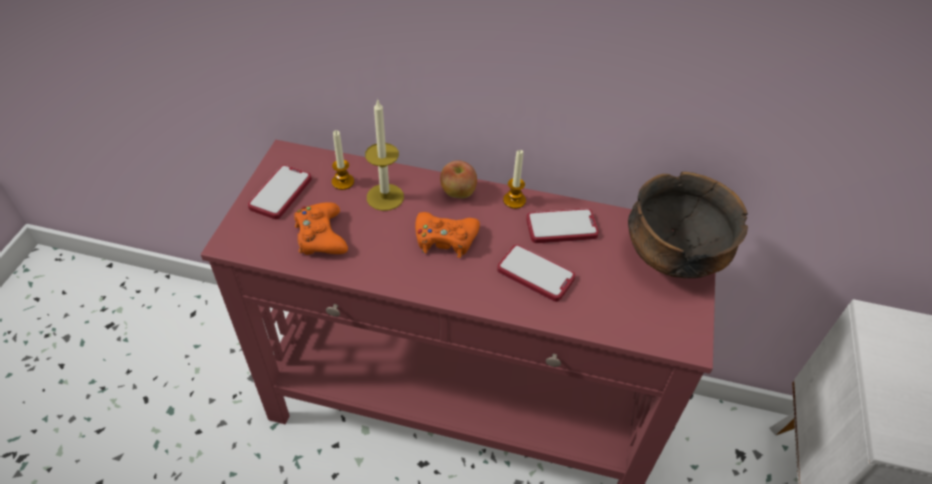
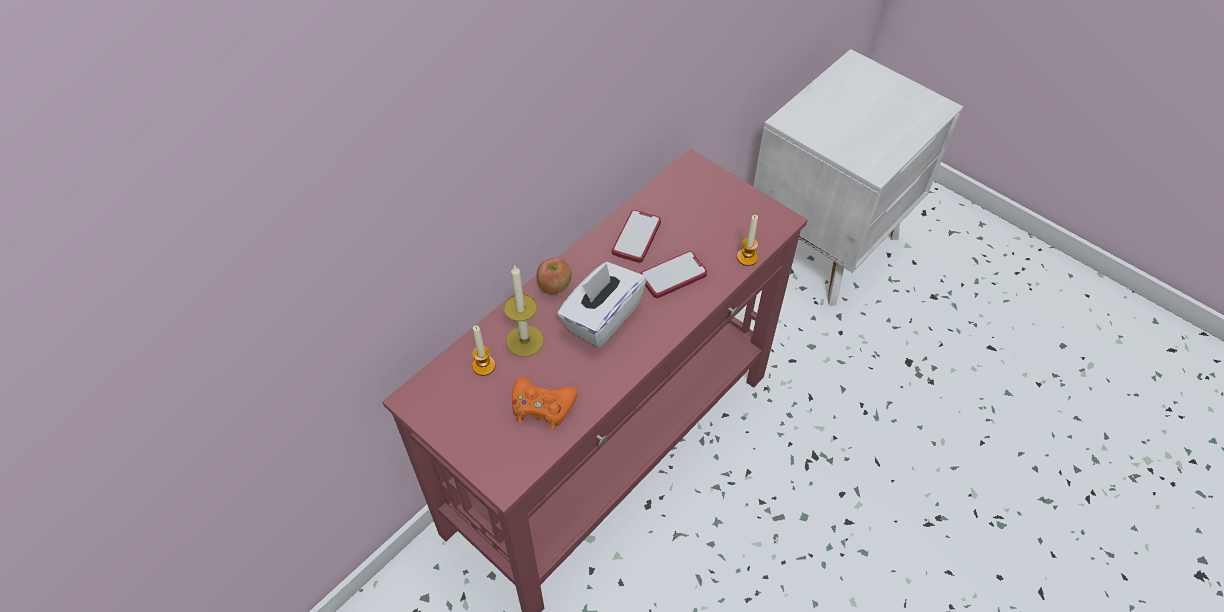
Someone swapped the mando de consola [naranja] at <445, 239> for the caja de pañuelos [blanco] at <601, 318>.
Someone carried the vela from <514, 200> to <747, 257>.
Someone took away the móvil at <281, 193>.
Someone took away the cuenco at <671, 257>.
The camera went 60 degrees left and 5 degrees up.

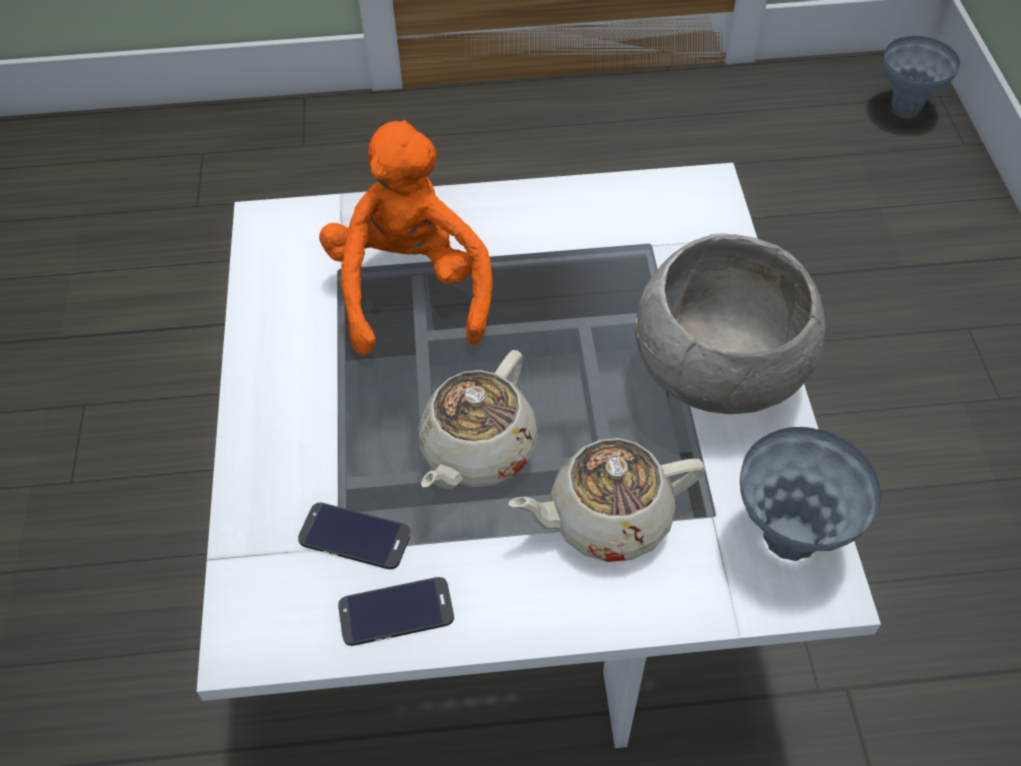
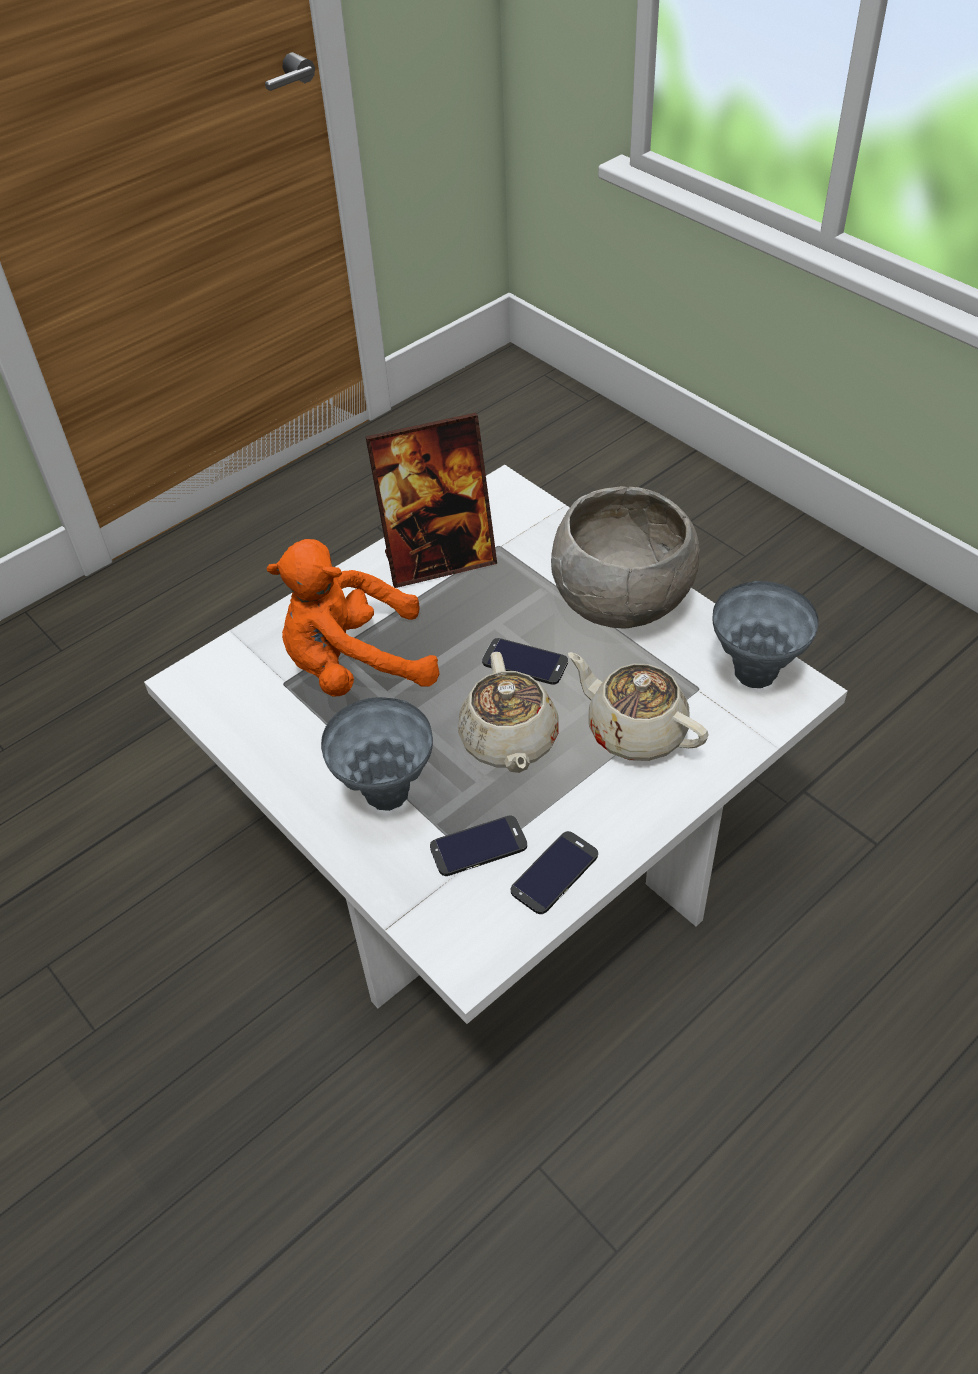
Someone rotated the peluche [naranja] at <410, 289> by 60 degrees counterclockwise.
Someone carried the florero [gris] from <905, 108> to <386, 795>.
Someone put down the portarretratos at <439, 560>.
Someone put down the móvil at <525, 662>.
Someone rotated the tetera [beis] at <607, 517> by 90 degrees clockwise.
The camera went 35 degrees left and 5 degrees down.

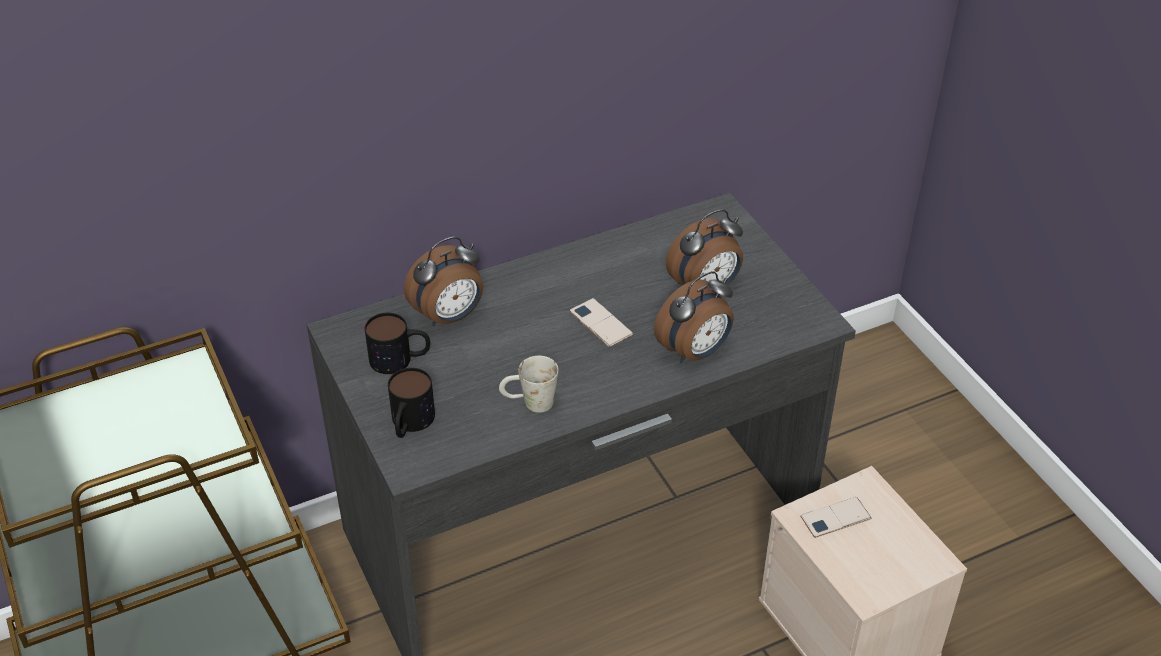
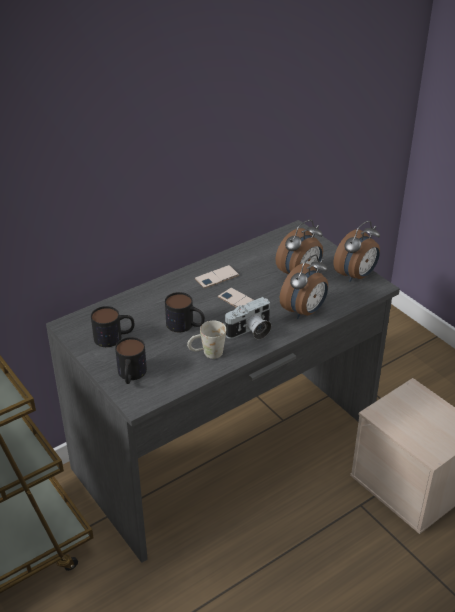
Someone put down the taza grande at <185, 325>.
Someone carried the móvil from <835, 518> to <217, 277>.
Someone put down the cámara at <250, 332>.
Someone carried the despertador from <449, 316> to <356, 276>.
The camera went 10 degrees left and 5 degrees down.

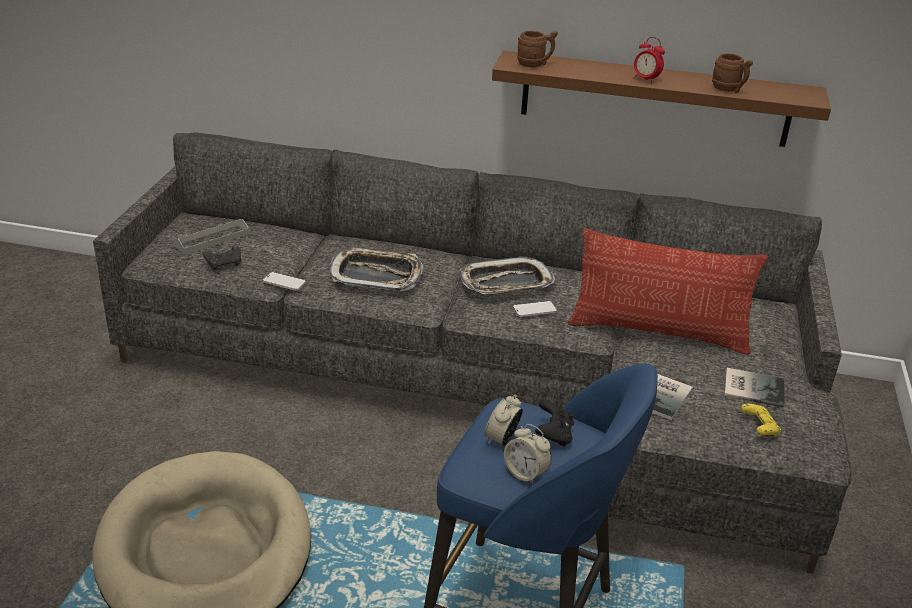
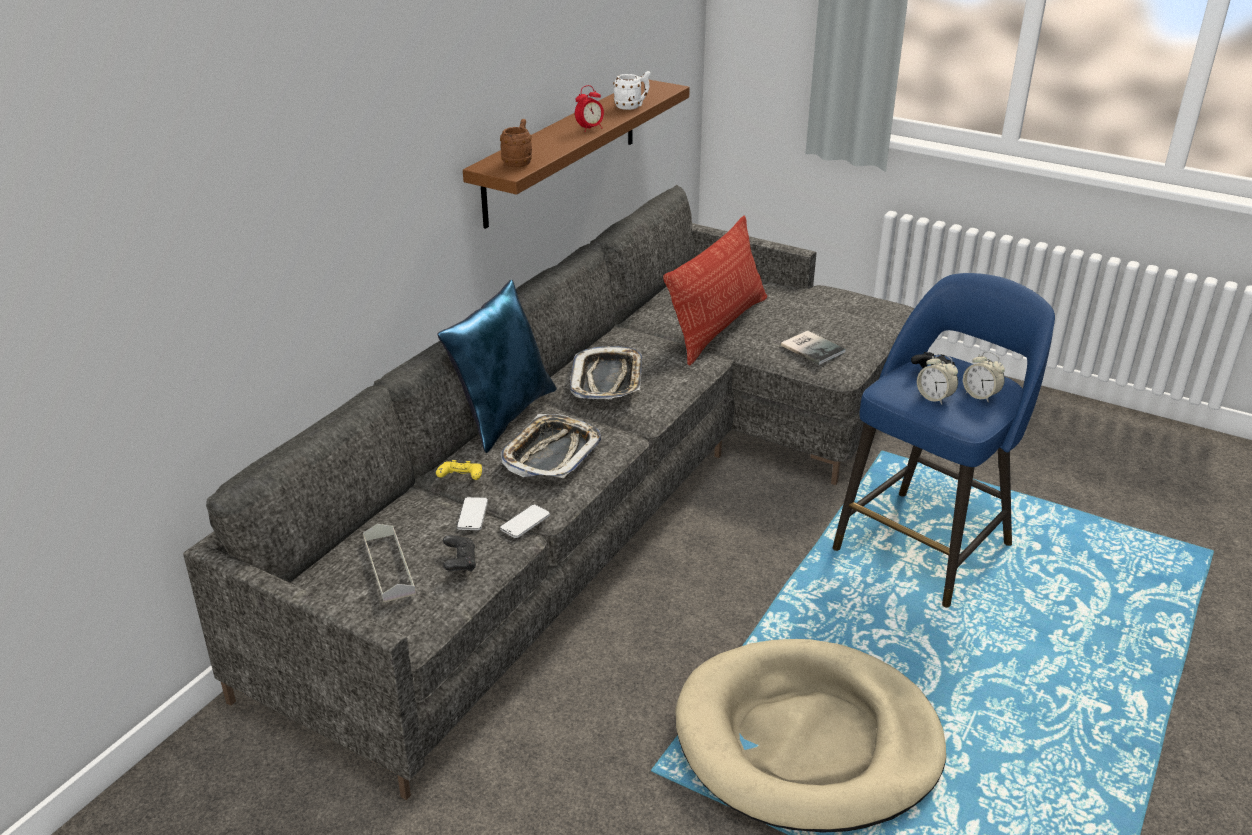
Someone carried the mando de consola [amarillo] from <759, 428> to <461, 479>.
Someone put down the cojín [azul] at <503, 415>.
Someone carried the móvil from <534, 310> to <472, 515>.
Someone repainted the taza grande [marrón] at <729, 90>, which became the taza grande [blanco] at <632, 106>.
Someone rotated the despertador at <525, 473> by 75 degrees clockwise.
Someone took away the libro at <752, 387>.
The camera went 70 degrees left and 0 degrees up.

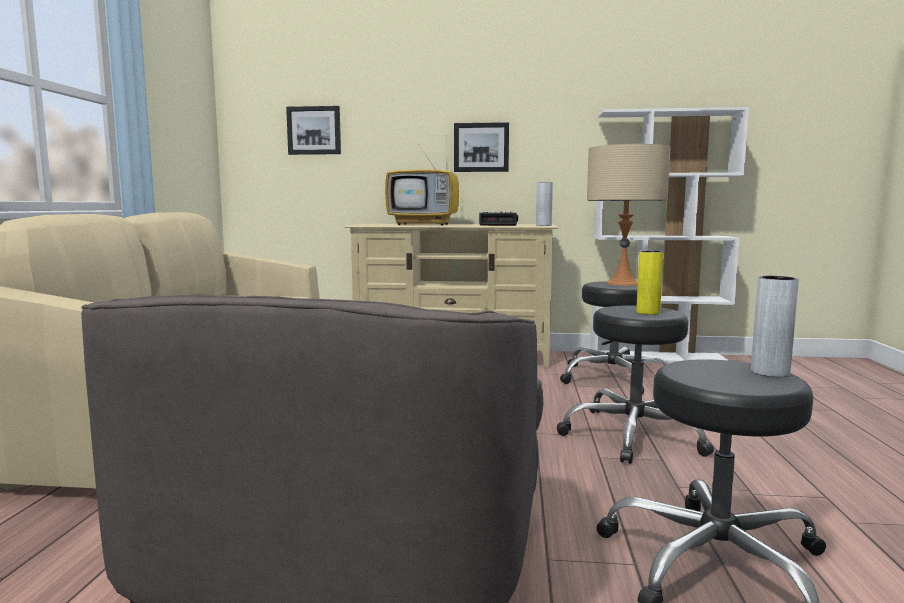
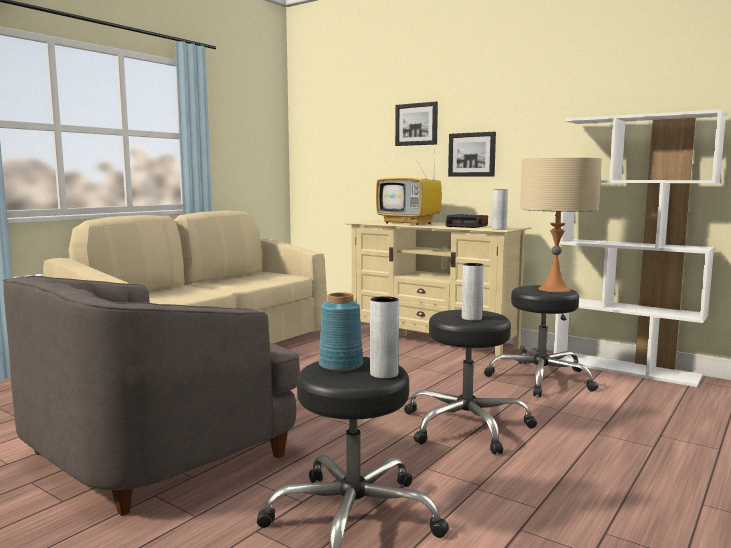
Someone put down the florero [azul] at <341, 365>.
Someone carried the cuadro from <314, 130> to <416, 124>.
Someone repainted the florero [amarillo] at <648, 312>, which became the florero [gris] at <471, 318>.
The camera went 30 degrees right and 0 degrees up.

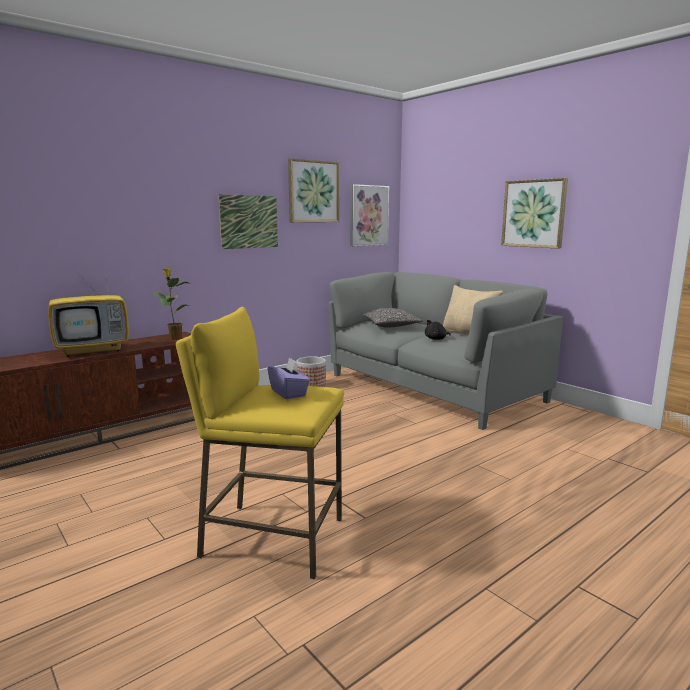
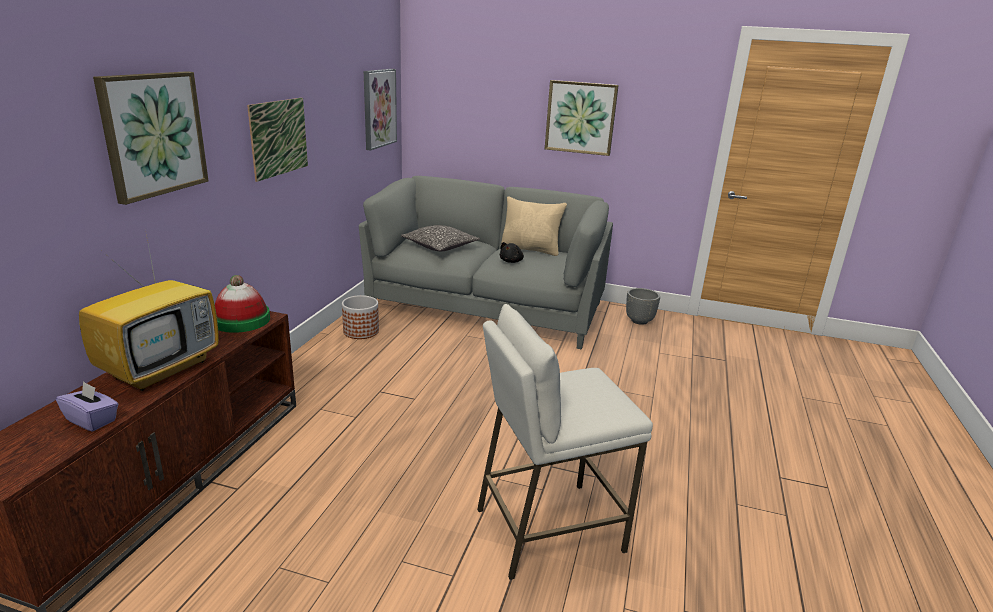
Someone carried the caja de pañuelos [morado] from <289, 393> to <92, 420>.
Someone carried the cuadro from <313, 191> to <153, 134>.
Someone swapped the planta en maceta at <175, 338> for the sombrero at <241, 320>.
Someone repainted the taburete [amarillo] at <272, 538>, which became the taburete [blanco] at <548, 529>.
Someone put down the maceta [gris] at <639, 321>.
The camera went 35 degrees left and 10 degrees up.

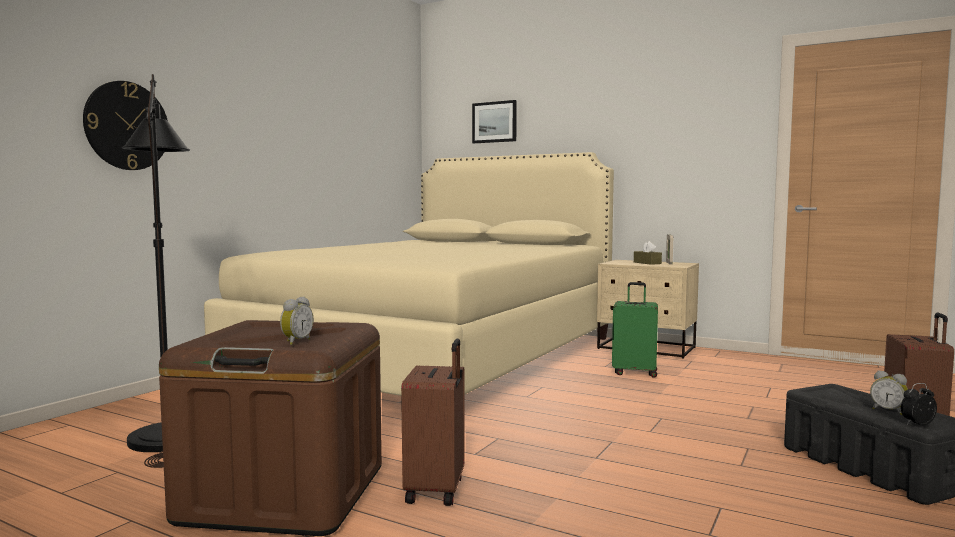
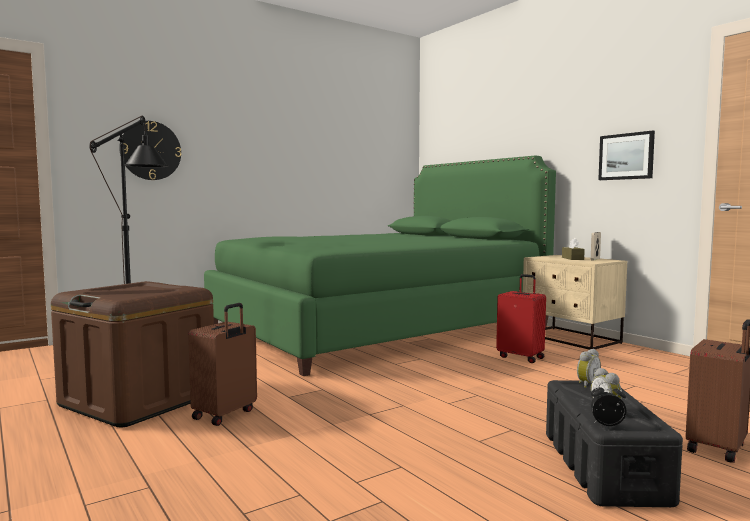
Someone repainted the cama [beis] at <436, 356>, which became the cama [verde] at <378, 327>.
Someone repainted the maleta [verde] at <635, 372>, which became the maleta [rojo] at <521, 357>.
Someone carried the despertador from <295, 342> to <586, 384>.
Someone carried the cuadro from <494, 122> to <626, 156>.
The camera went 25 degrees right and 0 degrees up.

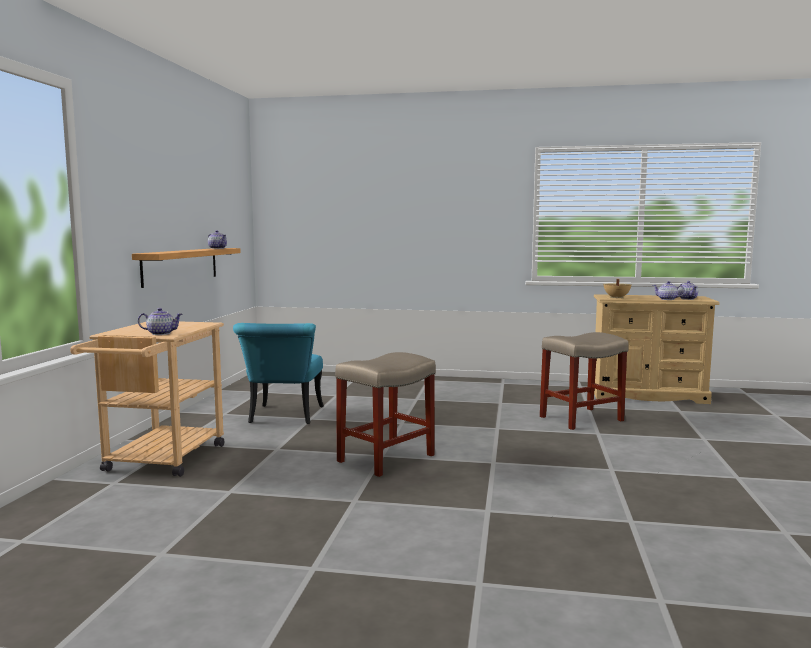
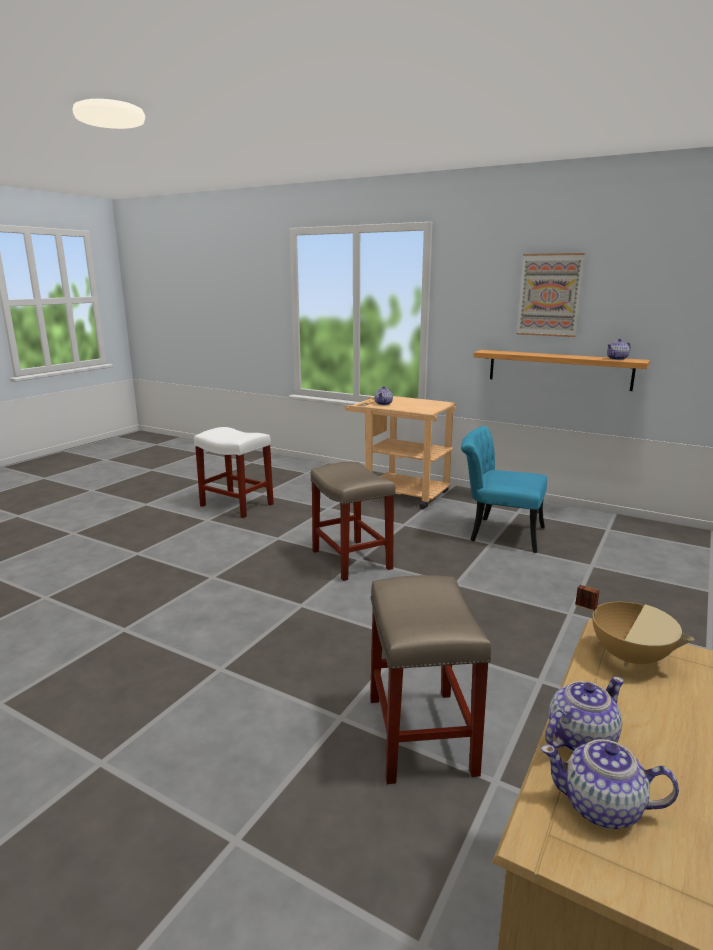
Someone put down the taburete [blanco] at <236, 505>.
Someone put up the cuadro at <549, 295>.
The camera went 110 degrees right and 10 degrees up.

